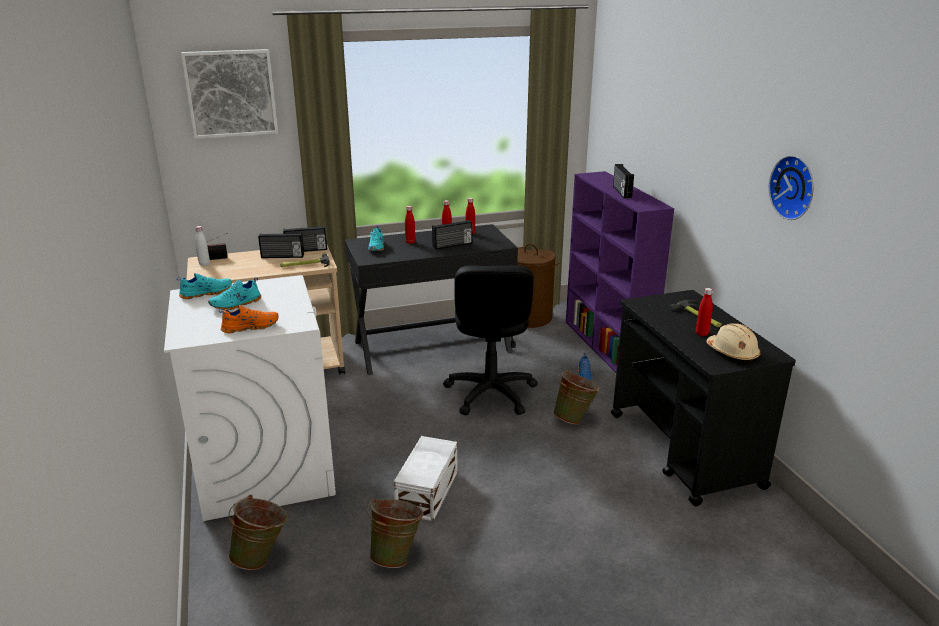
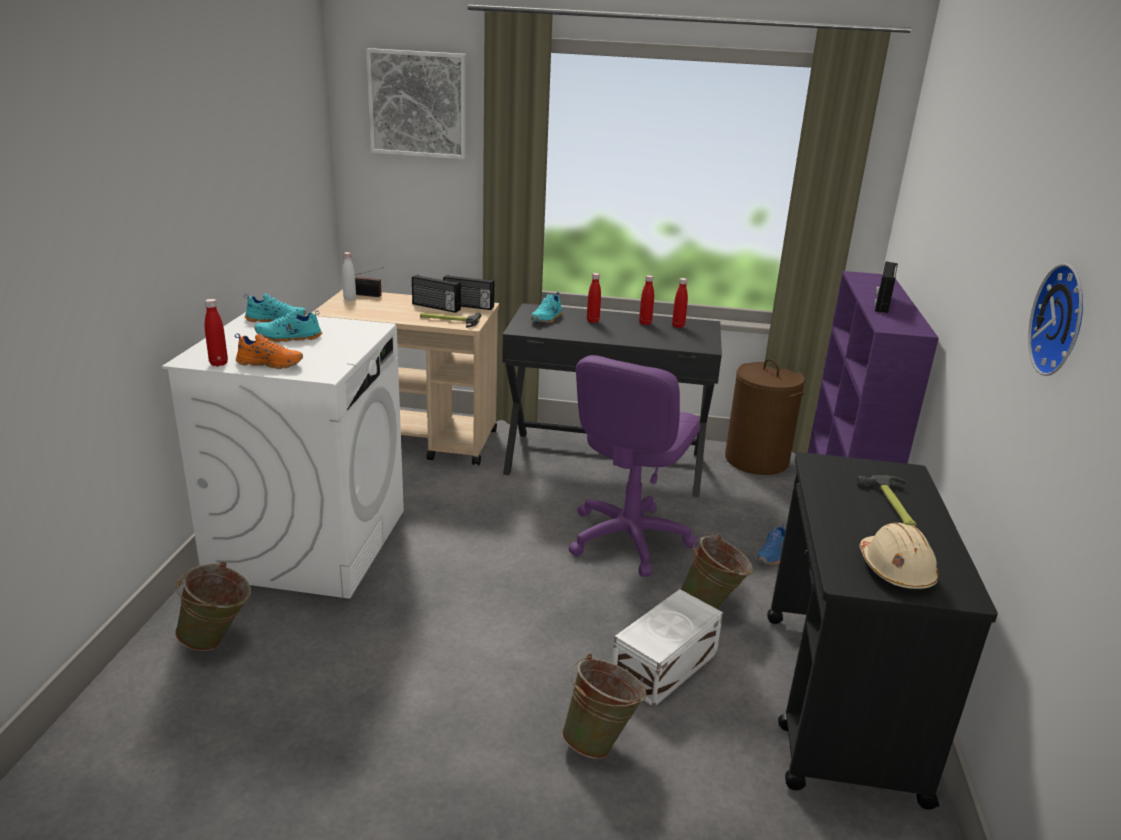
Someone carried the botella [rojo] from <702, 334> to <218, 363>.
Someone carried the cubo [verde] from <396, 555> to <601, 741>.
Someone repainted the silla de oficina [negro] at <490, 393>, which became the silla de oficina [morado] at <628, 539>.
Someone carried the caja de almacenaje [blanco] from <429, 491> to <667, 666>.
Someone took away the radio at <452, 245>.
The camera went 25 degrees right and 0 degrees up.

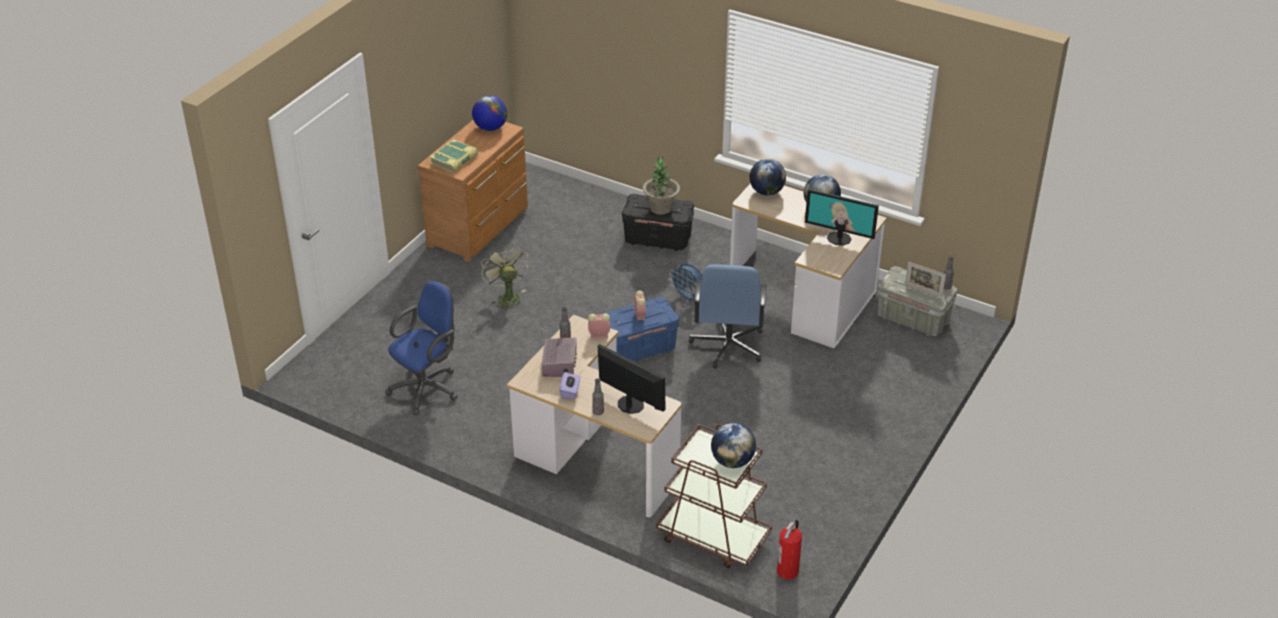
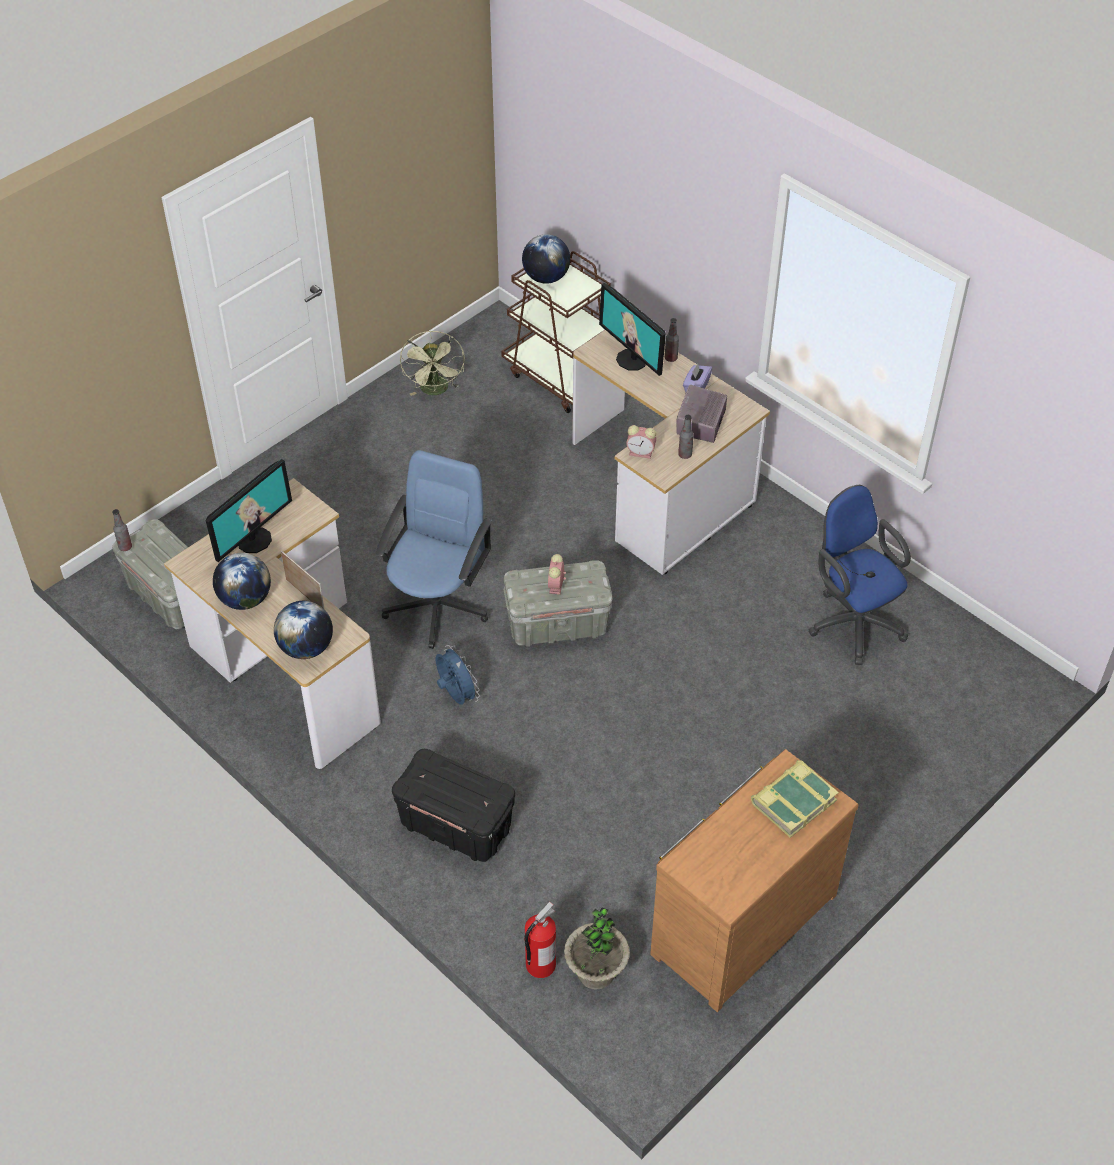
Someone rotated the monitor at <839, 238> by 90 degrees clockwise.
Someone carried the portarretratos from <923, 290> to <305, 595>.
Someone carried the ventilador [verde] from <507, 296> to <436, 391>.
Someone repainted the caja de almacenaje [azul] at <638, 349>, which became the caja de almacenaje [gris] at <558, 624>.
Someone carried the extintor from <788, 571> to <539, 965>.
Someone carried the planta en maceta from <661, 208> to <596, 972>.
Someone rotated the silla de oficina [azul] at <427, 388> by 90 degrees clockwise.
Someone took away the globo terráqueo at <490, 128>.
The camera went 165 degrees left and 10 degrees up.

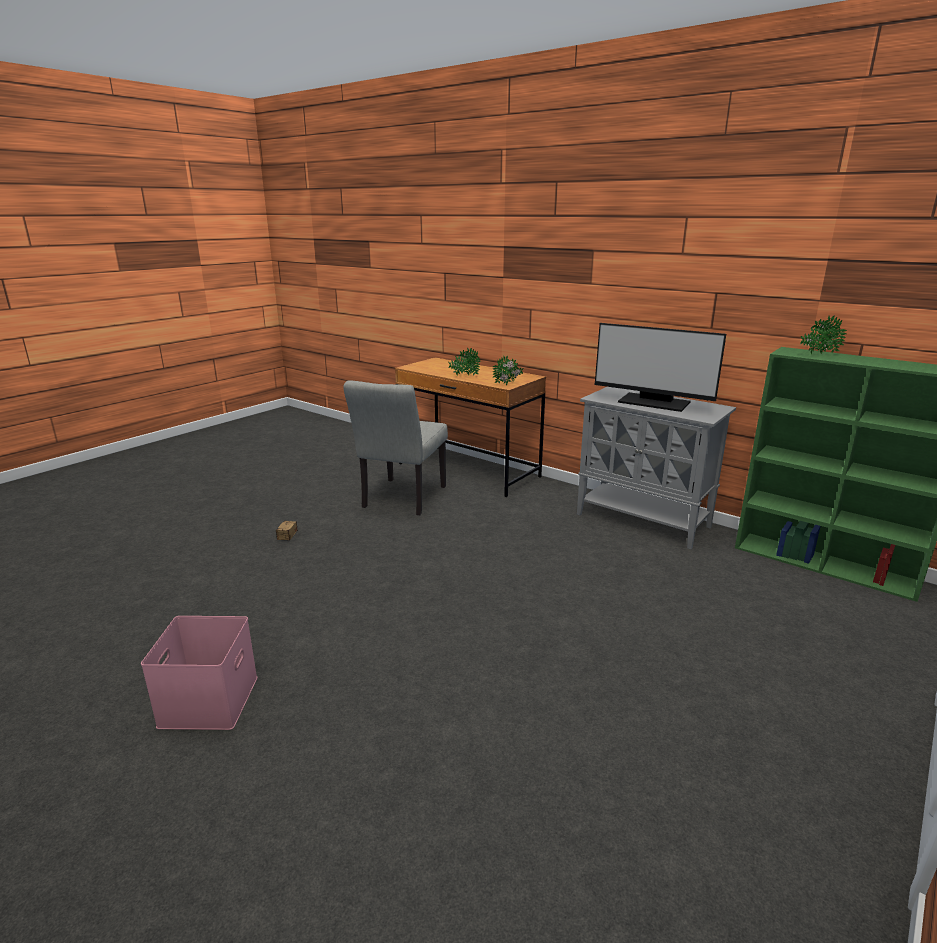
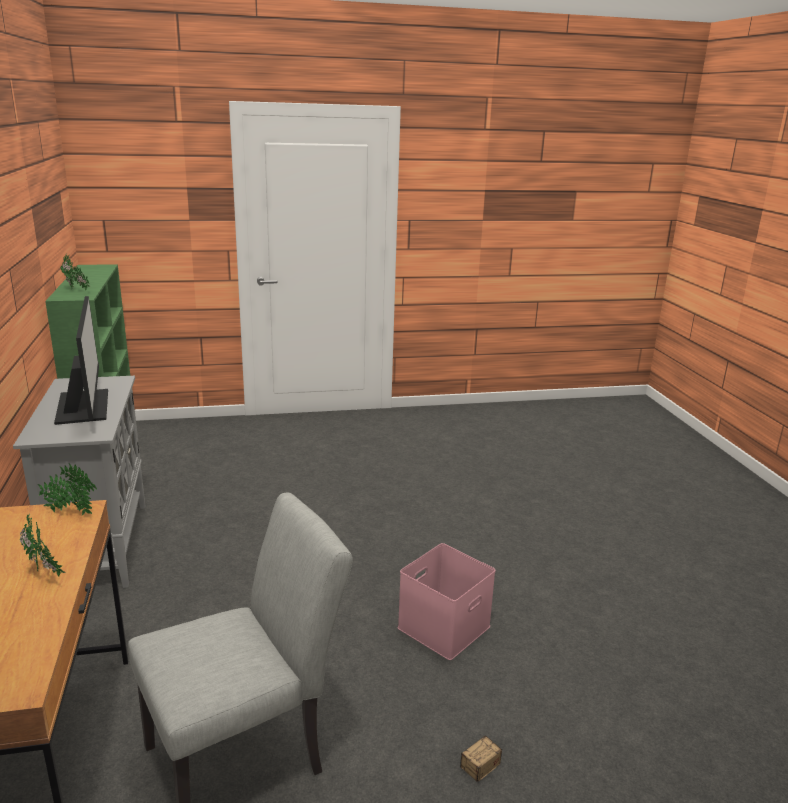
Someone carried the caja de almacenaje [rosa] from <210, 702> to <443, 625>.
The camera went 140 degrees left and 0 degrees up.

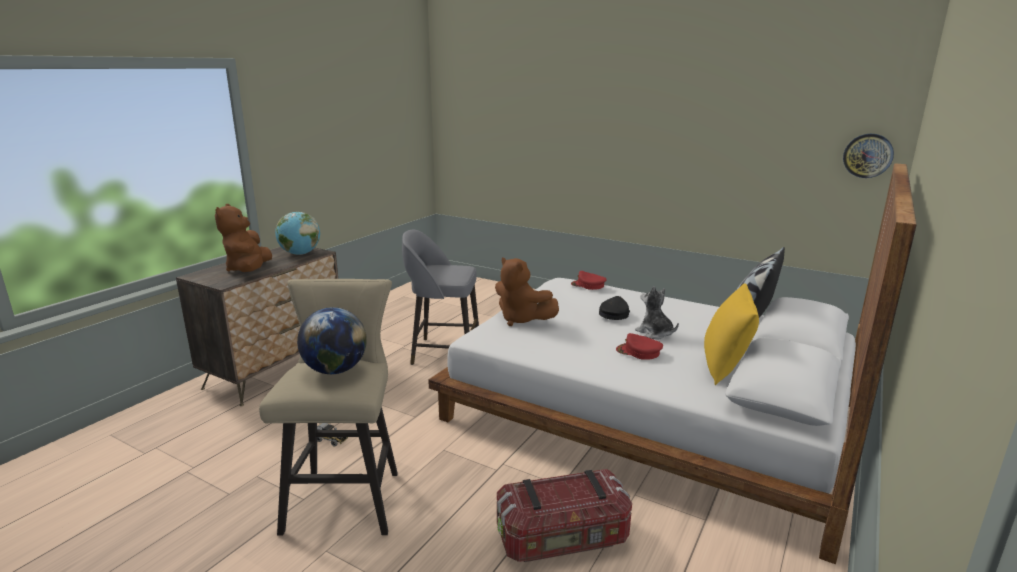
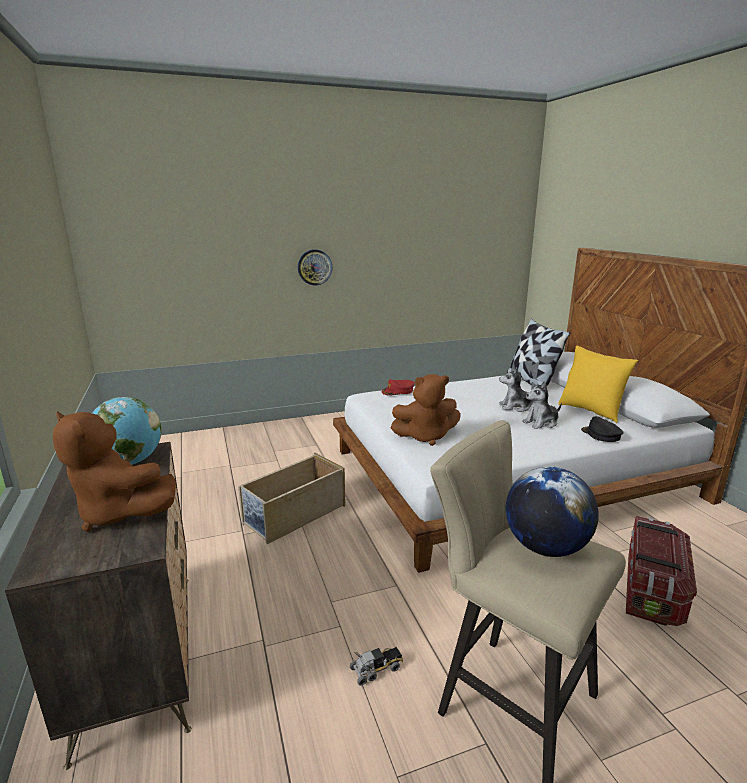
Someone swapped the taburete [gris] at <444, 352> for the caja de almacenaje [beis] at <294, 515>.
Someone carried the reloj de pared from <868, 155> to <314, 267>.
Someone swapped the gorra [rojo] at <638, 352> for the peluche at <541, 423>.
Someone carried the gorra [negro] from <614, 313> to <601, 434>.
The camera went 50 degrees left and 0 degrees up.

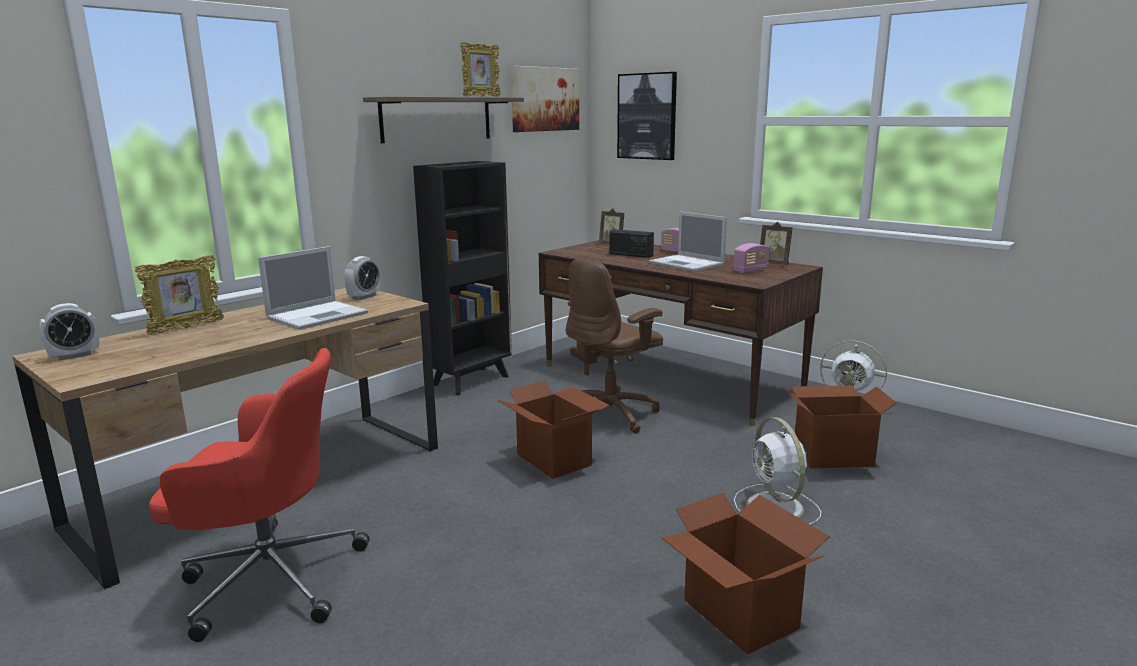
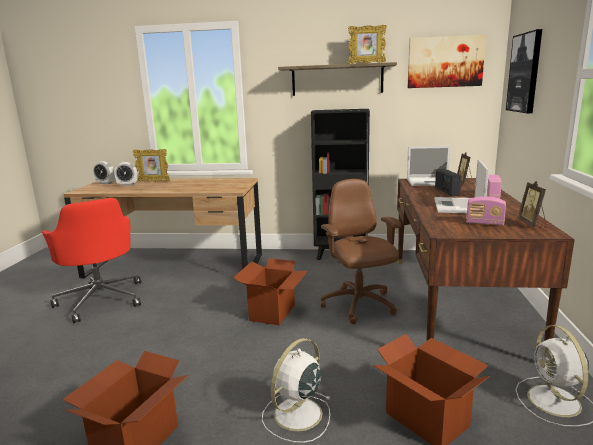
Someone carried the despertador from <364, 297> to <127, 184>.
Someone rotated the silla de oficina [marrón] at <611, 414> by 60 degrees clockwise.
Someone carried the portátil from <319, 315> to <431, 182>.
The camera went 55 degrees right and 0 degrees up.

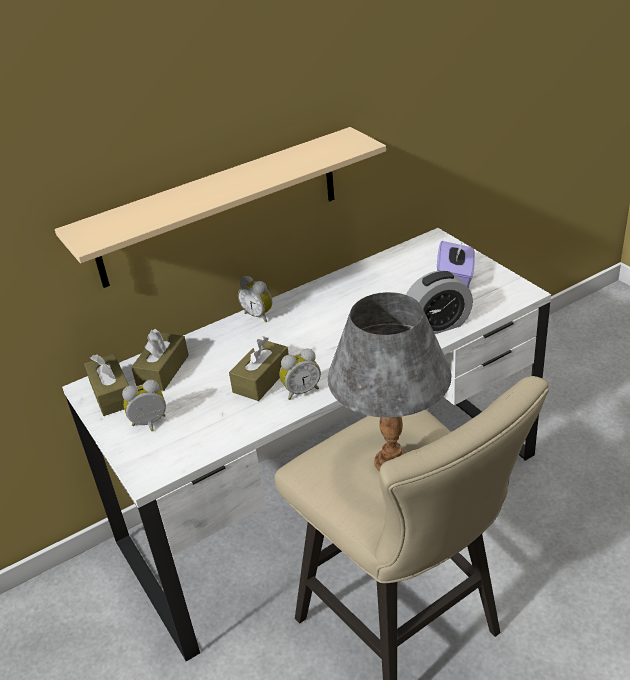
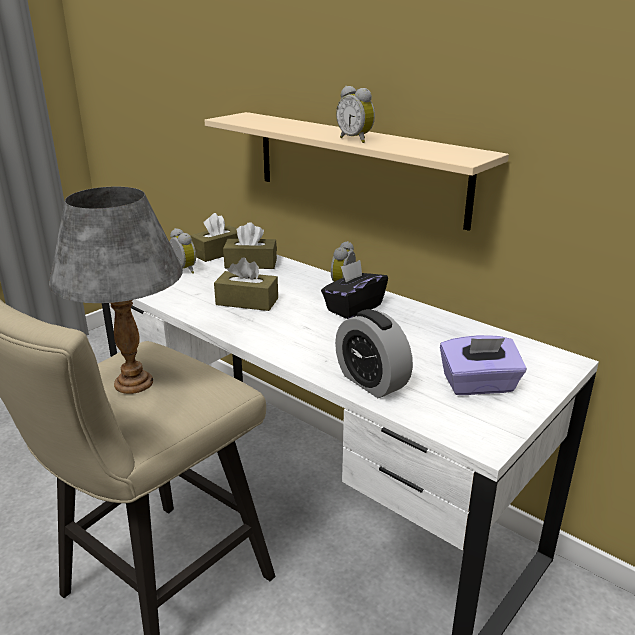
Someone put down the caja de pañuelos [negro] at <353, 308>.
Someone carried the despertador from <301, 391> to <356, 140>.
The camera went 70 degrees right and 10 degrees down.

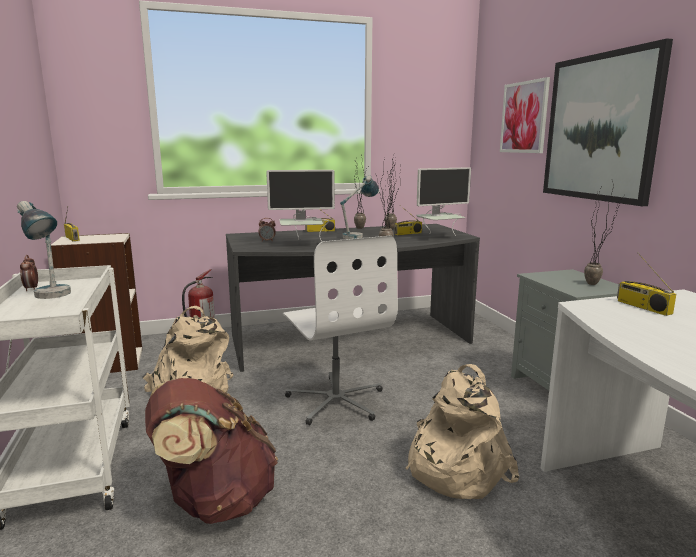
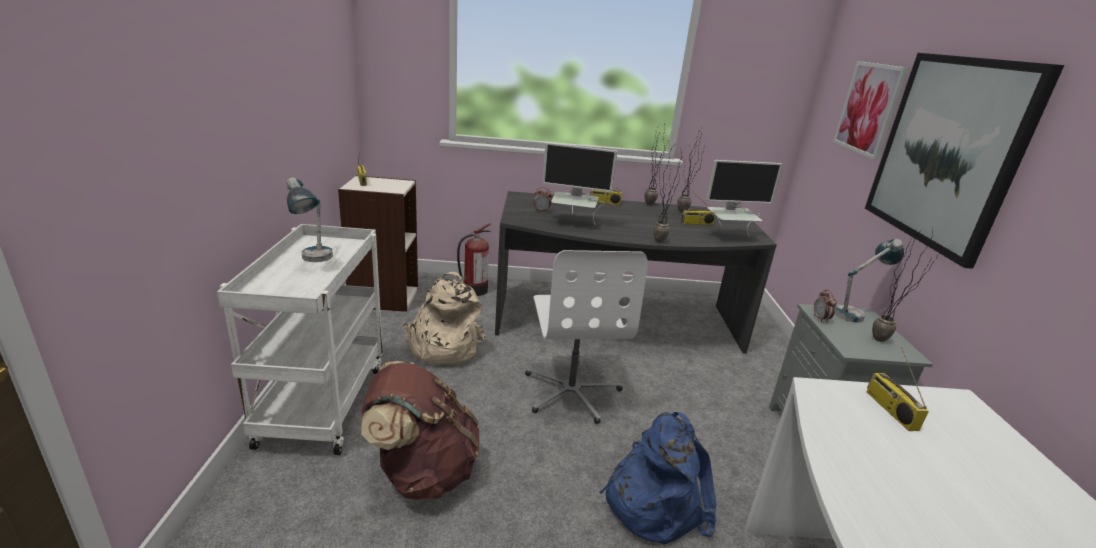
Someone repainted the mochila [beis] at <454, 467>, which became the mochila [azul] at <654, 501>.
Someone carried the despertador from <31, 289> to <820, 319>.
Someone carried the lámpara de mesa from <358, 236> to <855, 313>.
The camera went 15 degrees right and 10 degrees up.

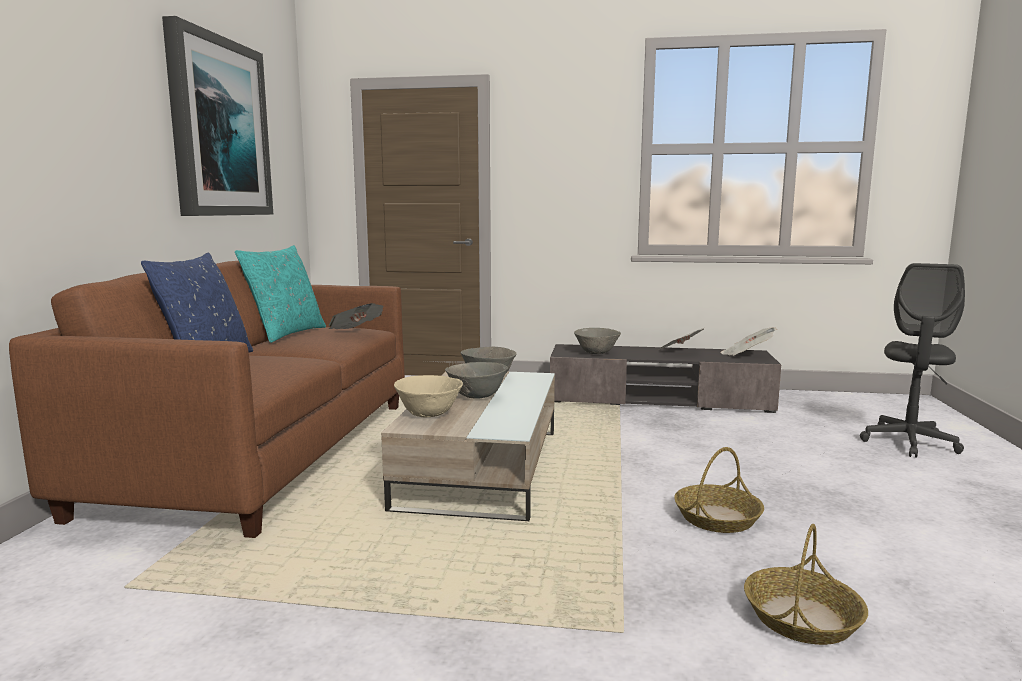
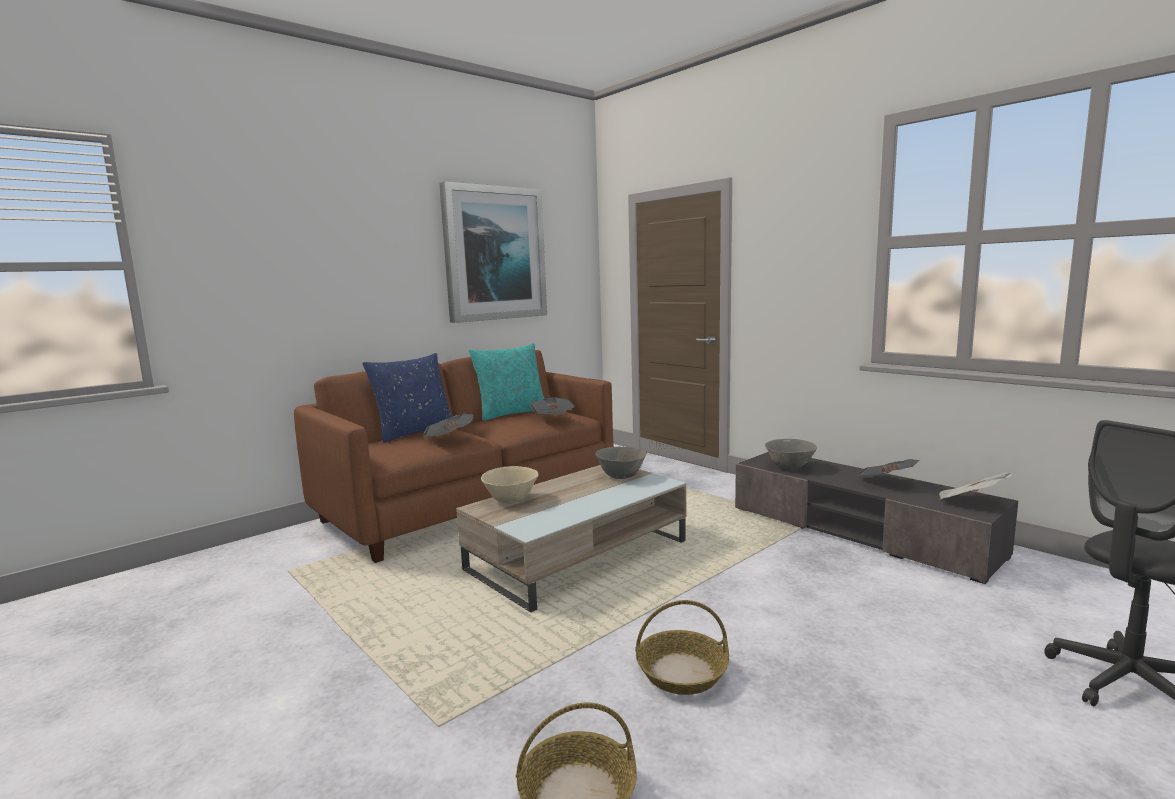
Someone put down the periódico at <449, 439>.
Someone took away the cuenco [gris] at <477, 397>.
The camera went 40 degrees right and 0 degrees up.

